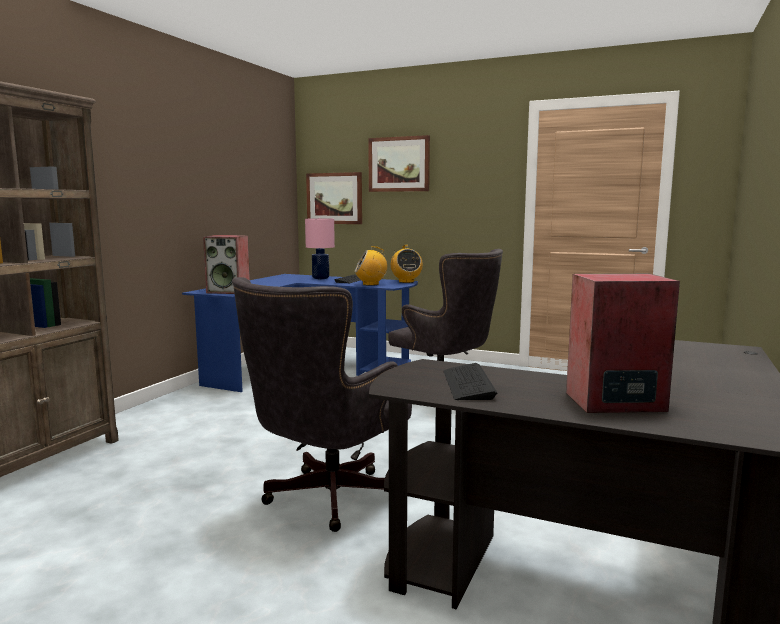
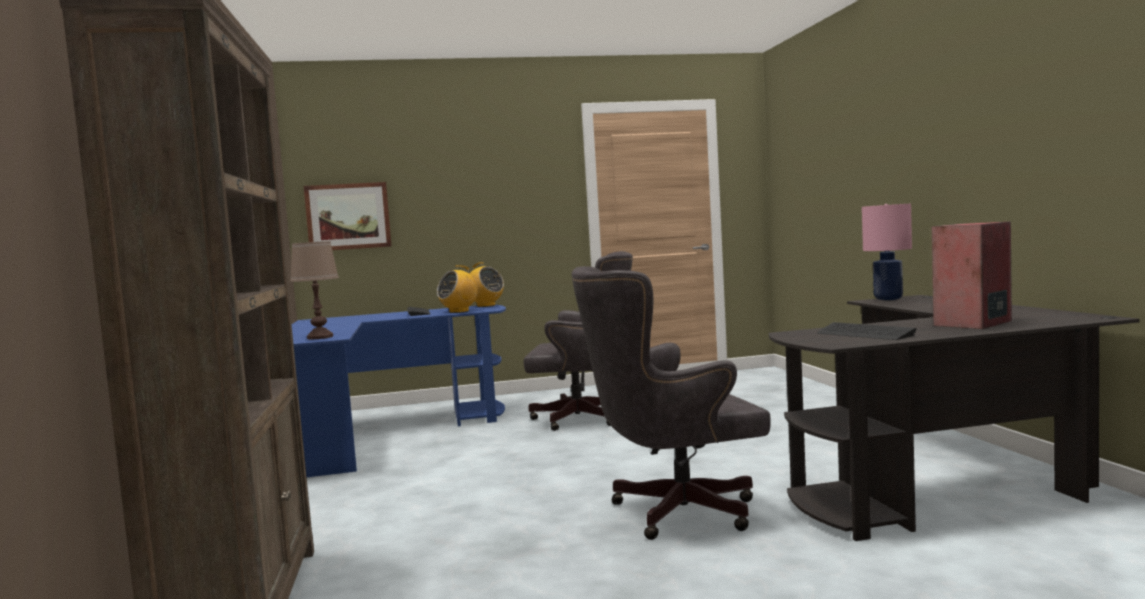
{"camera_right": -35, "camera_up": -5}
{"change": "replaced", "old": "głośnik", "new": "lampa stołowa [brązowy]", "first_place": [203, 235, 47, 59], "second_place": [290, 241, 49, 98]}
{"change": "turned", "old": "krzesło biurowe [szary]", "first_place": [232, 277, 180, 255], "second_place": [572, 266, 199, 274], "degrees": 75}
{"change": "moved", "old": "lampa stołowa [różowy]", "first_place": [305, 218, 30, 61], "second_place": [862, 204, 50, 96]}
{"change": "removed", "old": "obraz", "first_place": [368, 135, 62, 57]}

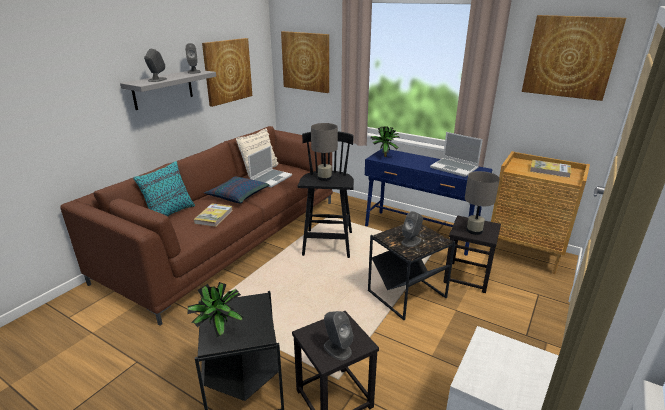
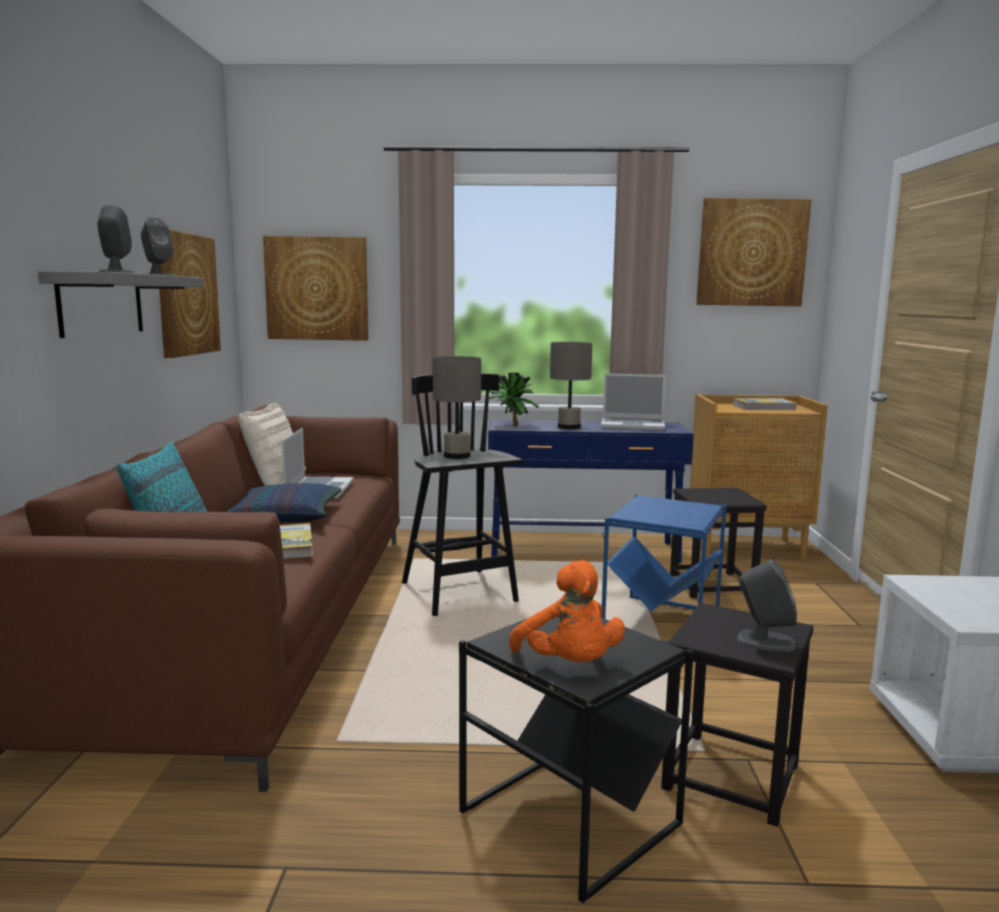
{"camera_right": -30, "camera_up": -15}
{"change": "replaced", "old": "roślina doniczkowa", "new": "pluszak [pomarańczowy]", "first_place": [187, 282, 57, 55], "second_place": [509, 560, 116, 102]}
{"change": "moved", "old": "lampa stołowa [szary]", "first_place": [465, 171, 35, 64], "second_place": [550, 342, 42, 87]}
{"change": "recoloured", "old": "stolik [czarny]", "new": "stolik [niebieski]", "first_place": [368, 224, 87, 96], "second_place": [601, 494, 126, 149]}
{"change": "removed", "old": "głośnik [szary]", "first_place": [402, 211, 21, 36]}

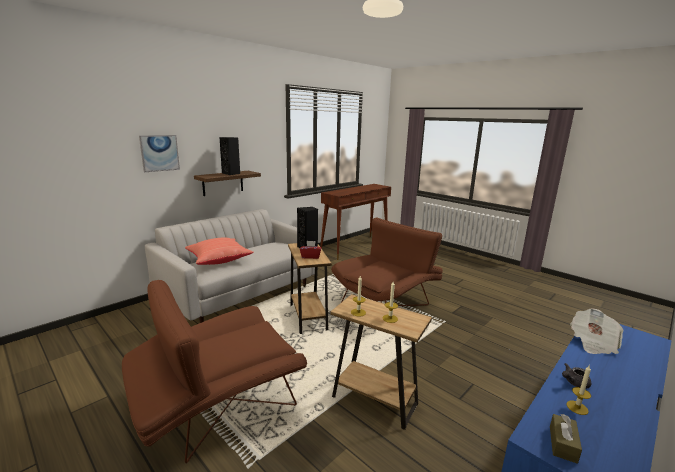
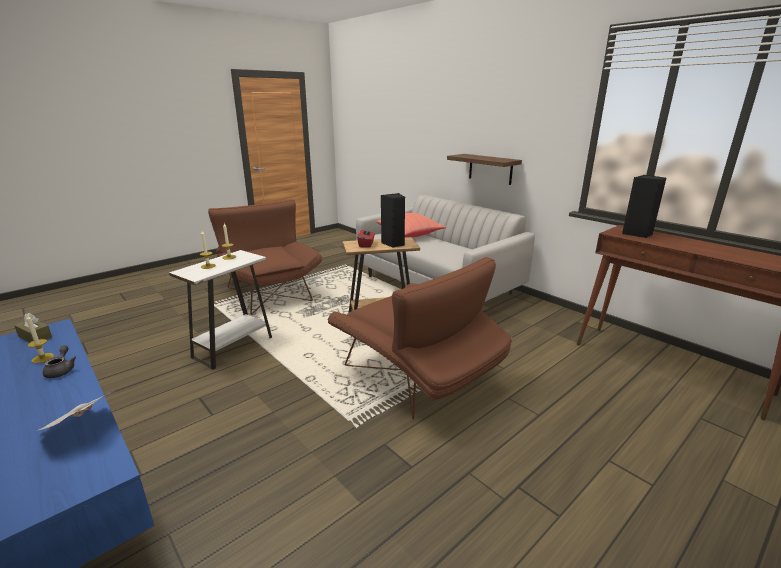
{"camera_right": 95, "camera_up": 5}
{"change": "recoloured", "old": "stolik [brązowy]", "new": "stolik [biały]", "first_place": [330, 294, 102, 136], "second_place": [169, 250, 103, 120]}
{"change": "moved", "old": "głośnik [czarny]", "first_place": [219, 137, 21, 38], "second_place": [622, 175, 44, 63]}
{"change": "removed", "old": "obraz", "first_place": [139, 135, 41, 37]}

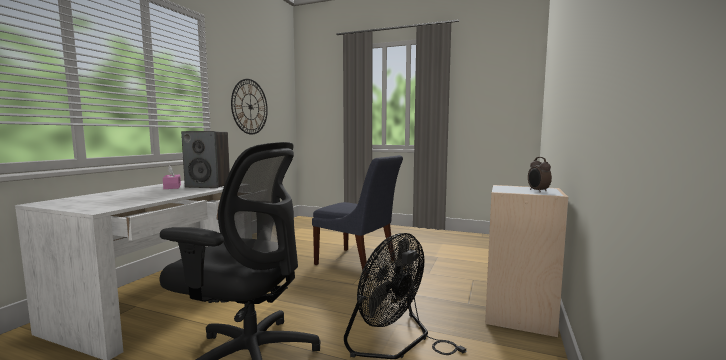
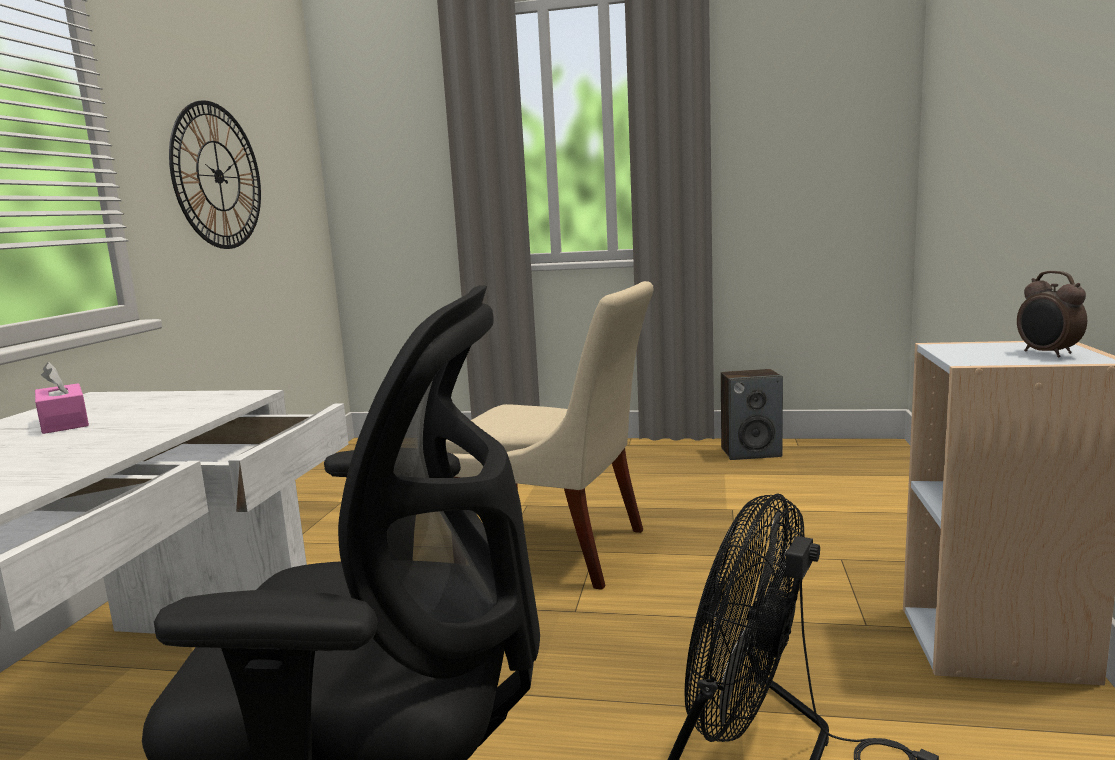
{"camera_right": -10, "camera_up": 5}
{"change": "recoloured", "old": "krzesło [niebieski]", "new": "krzesło [beżowy]", "first_place": [312, 155, 91, 123], "second_place": [446, 281, 208, 309]}
{"change": "moved", "old": "głośnik", "first_place": [181, 131, 49, 57], "second_place": [721, 369, 62, 91]}

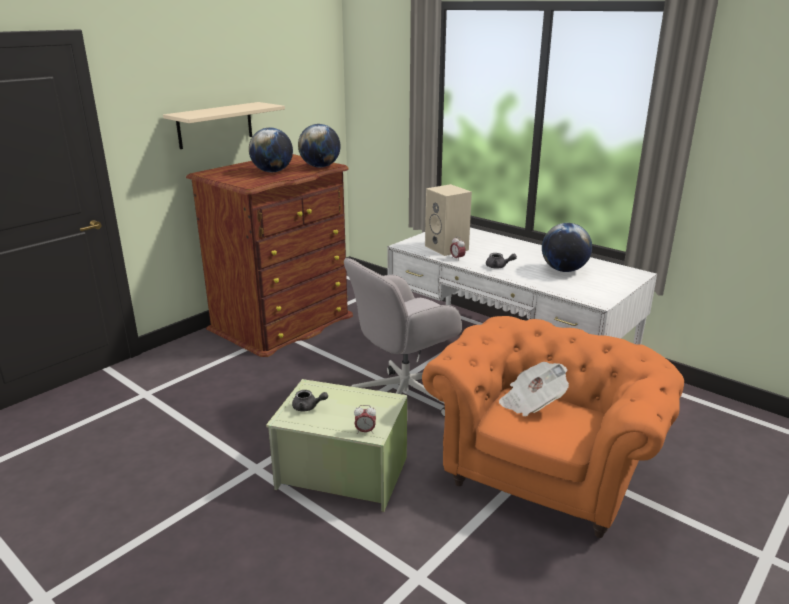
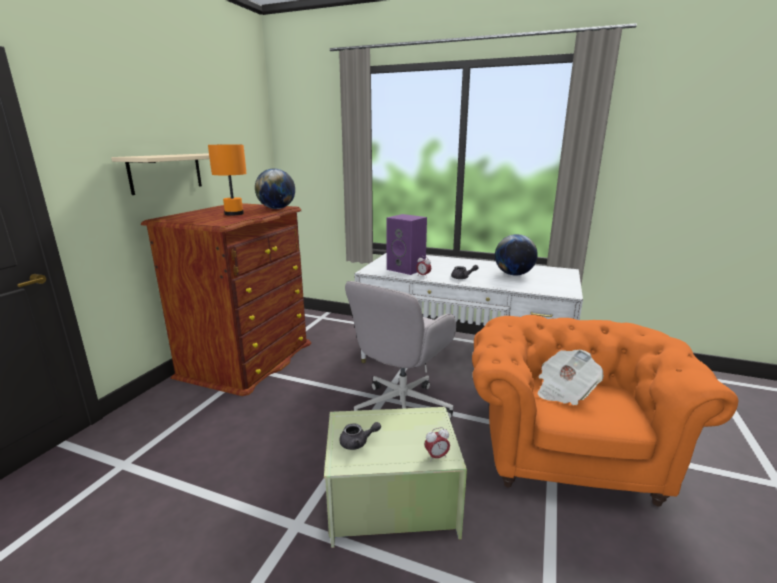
{"camera_right": -20, "camera_up": -5}
{"change": "replaced", "old": "globus", "new": "lampa stołowa [pomarańczowy]", "first_place": [249, 128, 44, 44], "second_place": [208, 145, 38, 71]}
{"change": "recoloured", "old": "głośnik [beżowy]", "new": "głośnik [fioletowy]", "first_place": [425, 184, 47, 72], "second_place": [387, 214, 40, 61]}

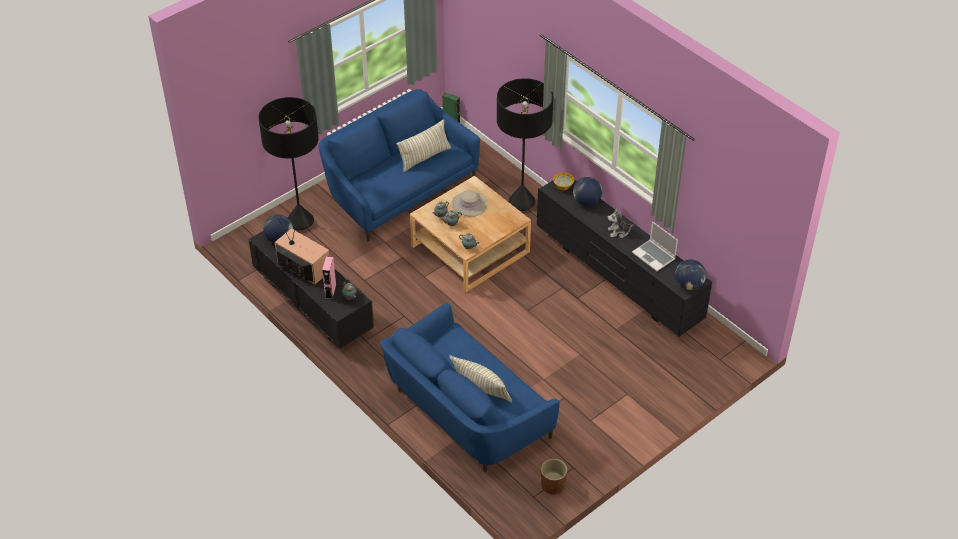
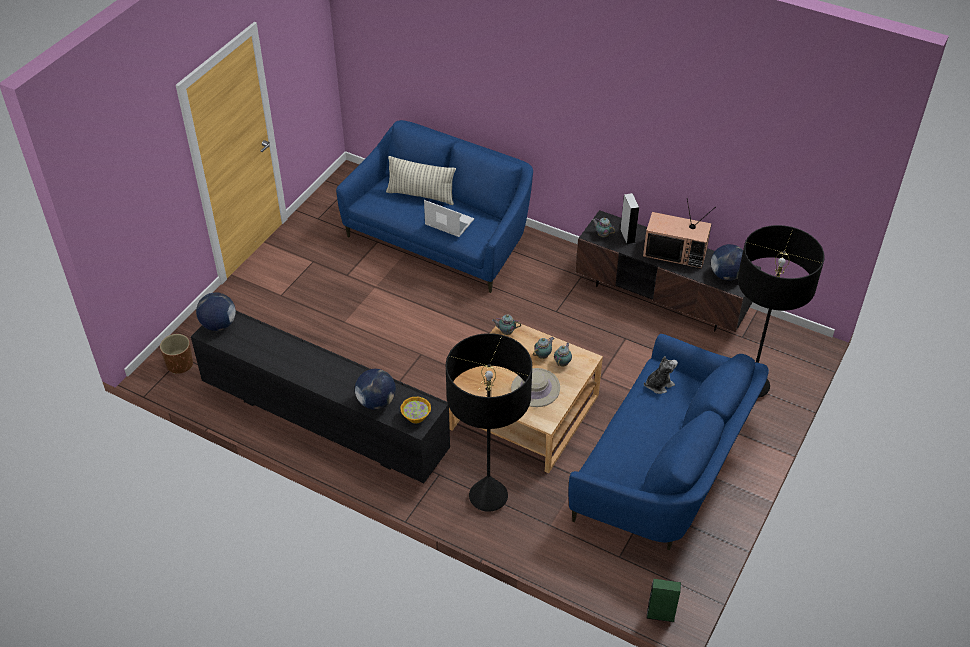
{"camera_right": 160, "camera_up": 0}
{"change": "moved", "old": "donica [brązowy]", "first_place": [541, 459, 26, 35], "second_place": [160, 334, 33, 40]}
{"change": "moved", "old": "laptop", "first_place": [632, 221, 46, 50], "second_place": [424, 200, 50, 37]}
{"change": "recoloured", "old": "głośnik [różowy]", "new": "głośnik [szary]", "first_place": [322, 256, 14, 43], "second_place": [620, 193, 19, 51]}
{"change": "moved", "old": "pluszak", "first_place": [607, 208, 28, 30], "second_place": [644, 356, 34, 38]}
{"change": "removed", "old": "poduszka", "first_place": [397, 120, 54, 52]}

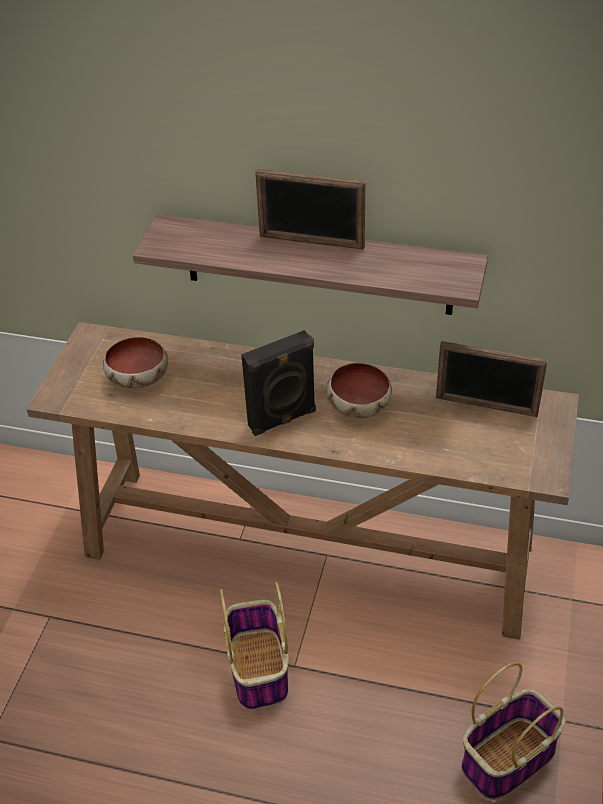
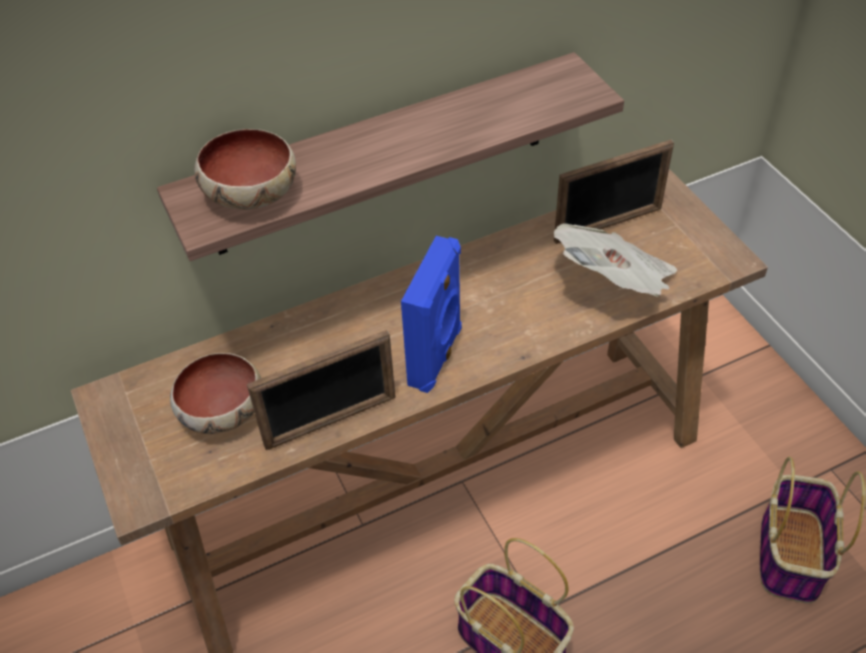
{"camera_right": -40, "camera_up": 5}
{"change": "moved", "old": "miska", "first_place": [326, 363, 66, 55], "second_place": [194, 129, 102, 81]}
{"change": "moved", "old": "ramka na zdjęcie", "first_place": [255, 169, 111, 81], "second_place": [247, 330, 149, 120]}
{"change": "recoloured", "old": "głośnik [czarny]", "new": "głośnik [niebieski]", "first_place": [241, 330, 75, 106], "second_place": [401, 236, 61, 157]}
{"change": "added", "new": "gazeta", "second_place": [553, 223, 124, 74]}

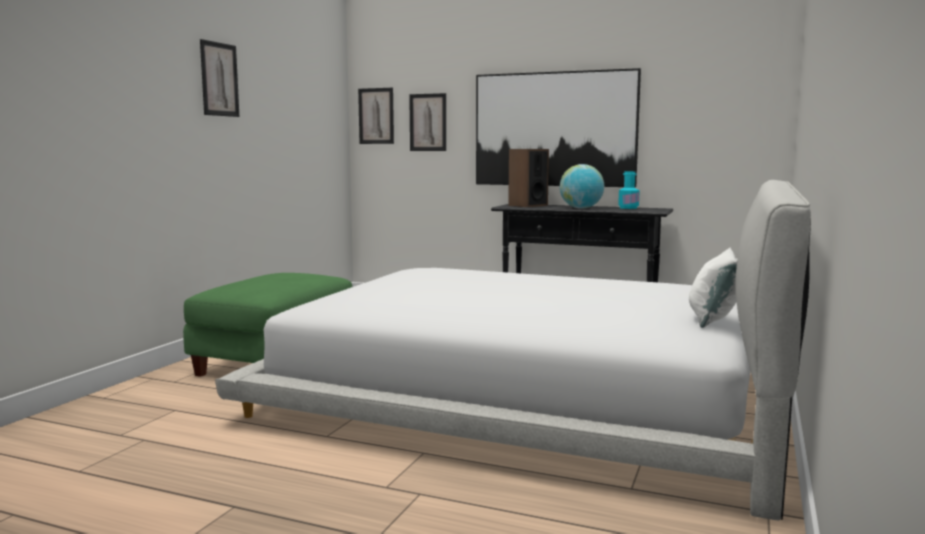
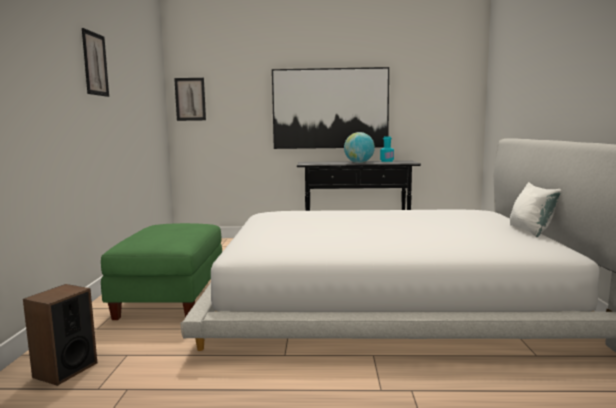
{"camera_right": -20, "camera_up": 0}
{"change": "moved", "old": "głośnik", "first_place": [508, 149, 41, 58], "second_place": [23, 284, 74, 102]}
{"change": "removed", "old": "obraz", "first_place": [409, 93, 37, 58]}

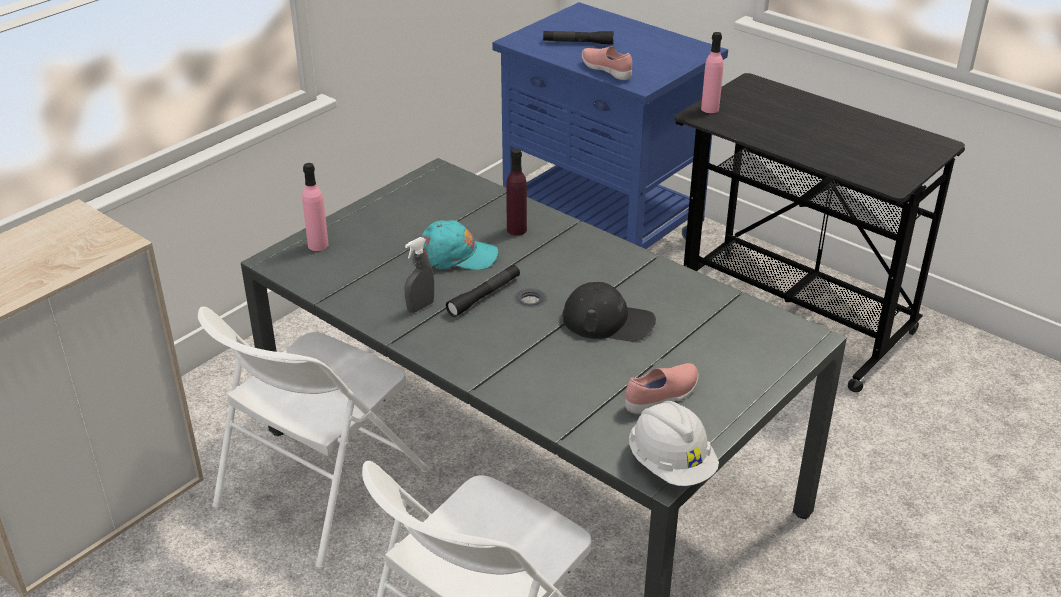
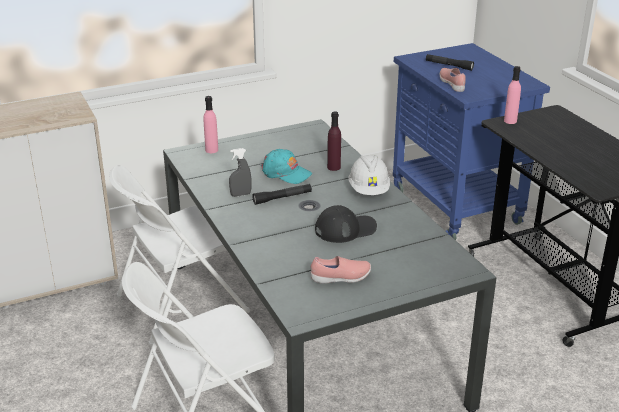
{"camera_right": 25, "camera_up": -5}
{"change": "turned", "old": "czapka z daszkiem [czarny]", "first_place": [562, 282, 94, 59], "second_place": [315, 205, 62, 38], "degrees": -60}
{"change": "moved", "old": "kask [biały]", "first_place": [629, 401, 90, 85], "second_place": [348, 155, 42, 40]}

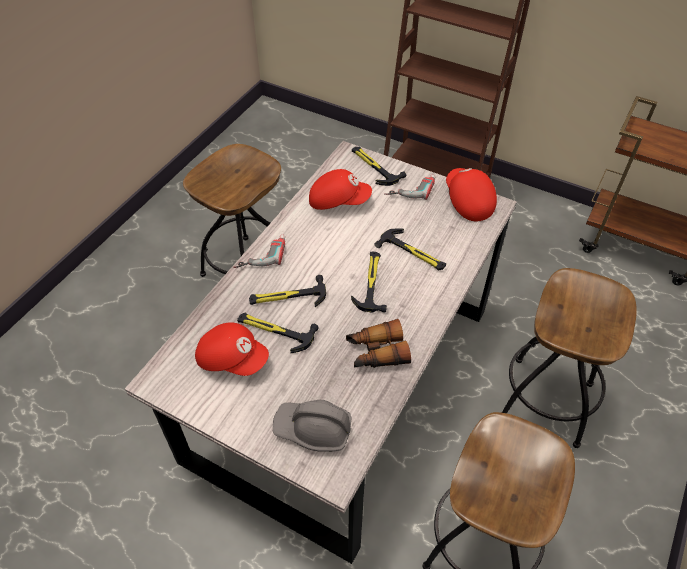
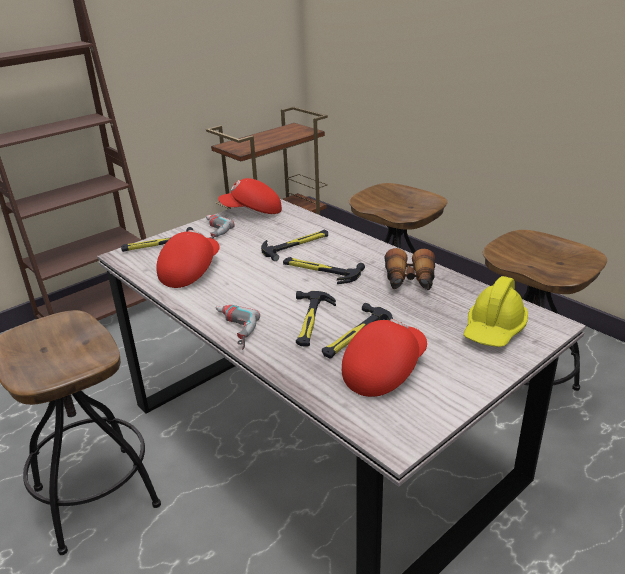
{"camera_right": -70, "camera_up": -20}
{"change": "recoloured", "old": "kask [szary]", "new": "kask [żółty]", "first_place": [273, 400, 79, 52], "second_place": [464, 276, 64, 71]}

